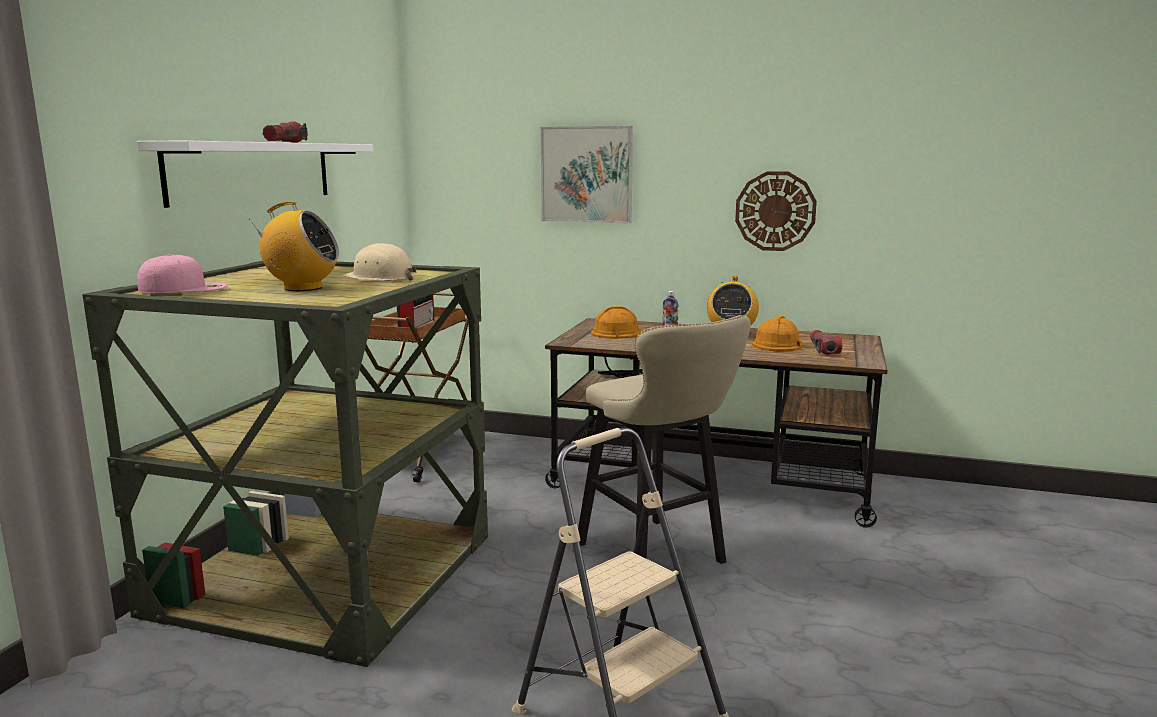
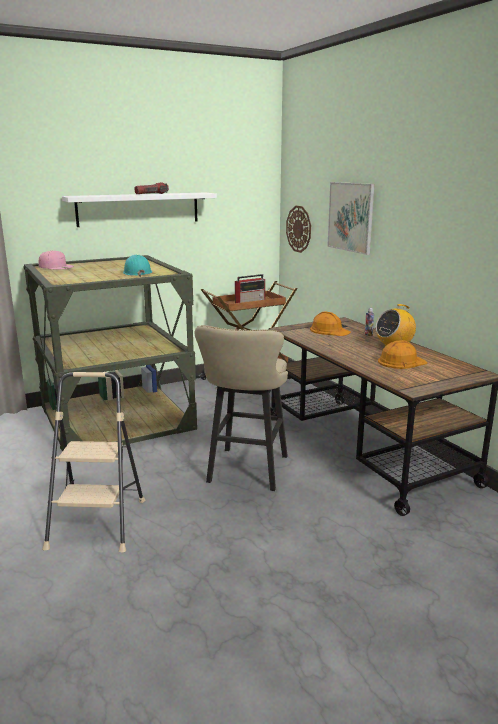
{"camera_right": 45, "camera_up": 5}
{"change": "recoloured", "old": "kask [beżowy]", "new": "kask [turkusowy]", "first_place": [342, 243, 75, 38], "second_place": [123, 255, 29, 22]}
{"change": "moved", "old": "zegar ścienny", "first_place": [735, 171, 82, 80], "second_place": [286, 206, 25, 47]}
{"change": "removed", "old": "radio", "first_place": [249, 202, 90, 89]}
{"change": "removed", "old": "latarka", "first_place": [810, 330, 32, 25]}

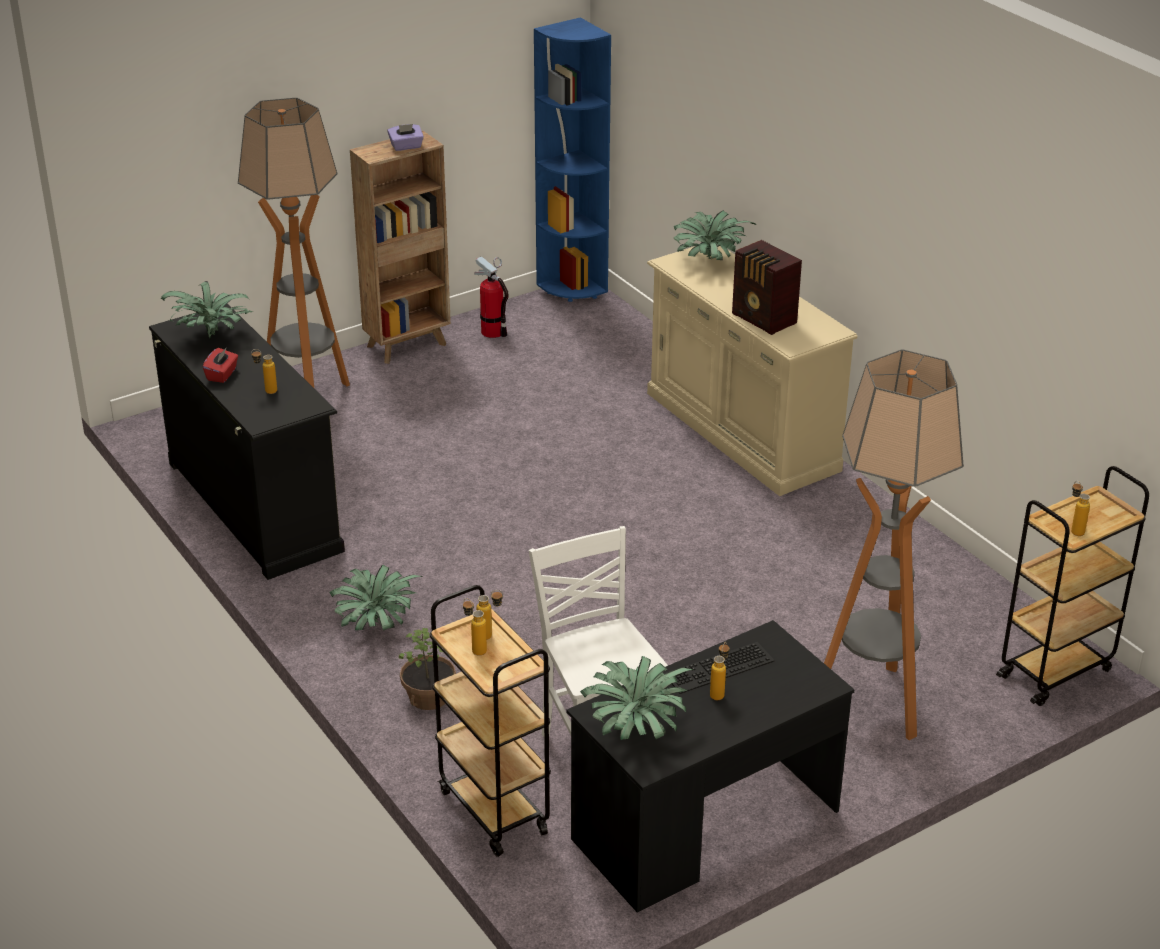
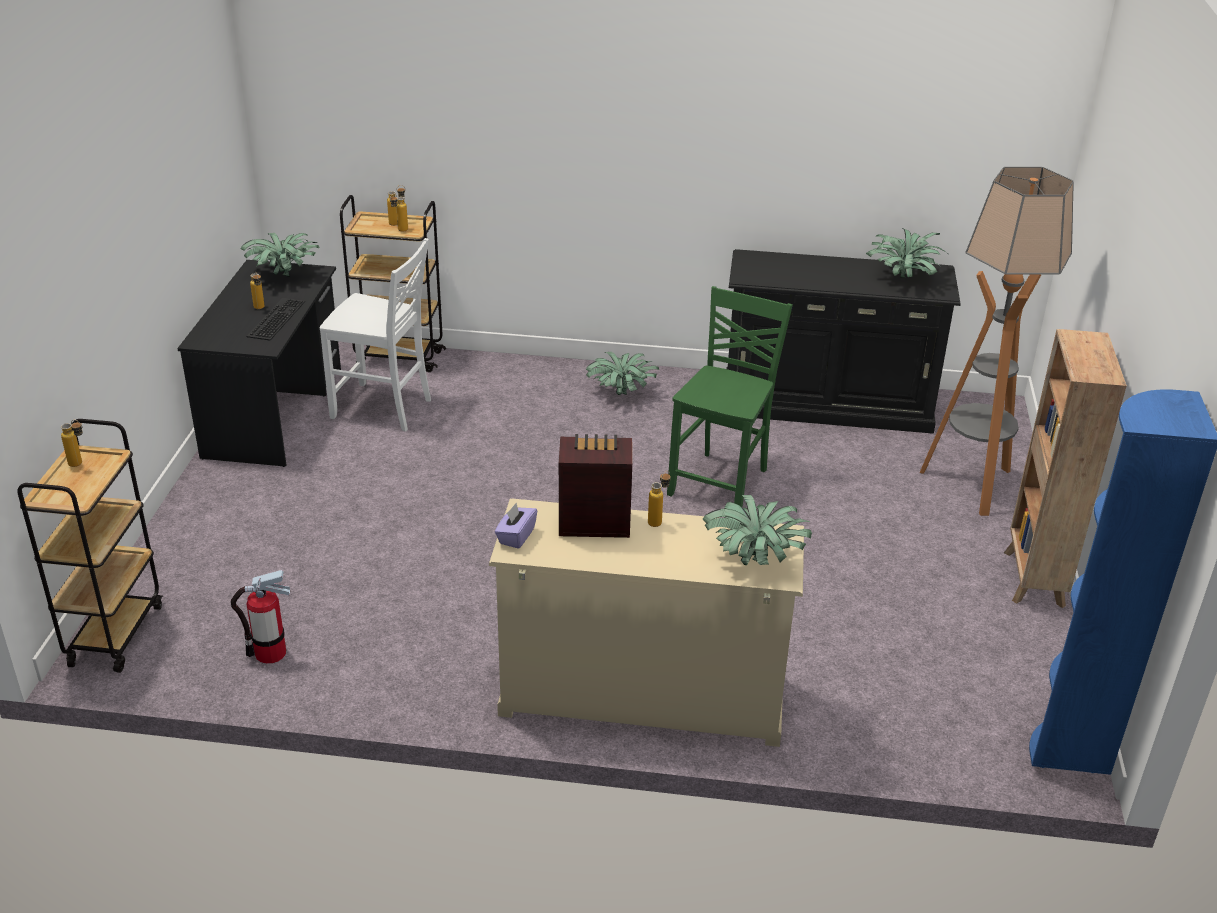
{"camera_right": 130, "camera_up": 0}
{"change": "moved", "old": "gaśnica", "first_place": [475, 256, 34, 82], "second_place": [231, 570, 59, 94]}
{"change": "moved", "old": "pudełko chusteczek [fioletowy]", "first_place": [387, 124, 37, 27], "second_place": [495, 503, 42, 46]}
{"change": "moved", "old": "butelka", "first_place": [251, 349, 26, 45], "second_place": [648, 471, 23, 56]}
{"change": "added", "new": "krzesło [zielony]", "second_place": [667, 286, 126, 221]}
{"change": "removed", "old": "pudełko chusteczek [czerwony]", "first_place": [203, 347, 35, 36]}
{"change": "removed", "old": "roślina doniczkowa", "first_place": [399, 628, 57, 82]}
{"change": "removed", "old": "lampa stojąca", "first_place": [824, 350, 140, 390]}

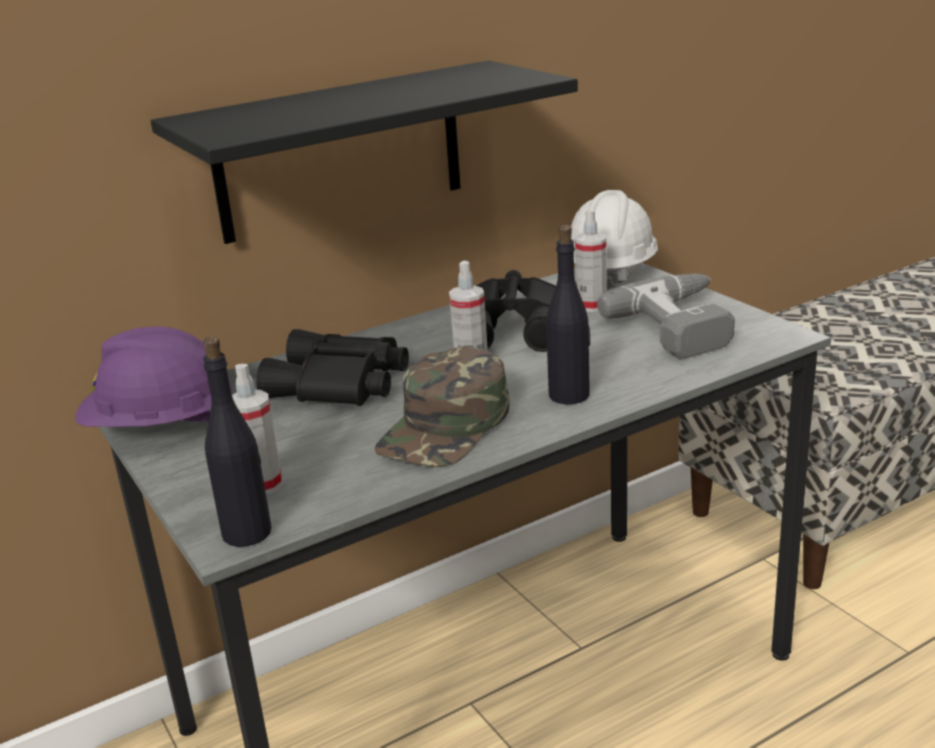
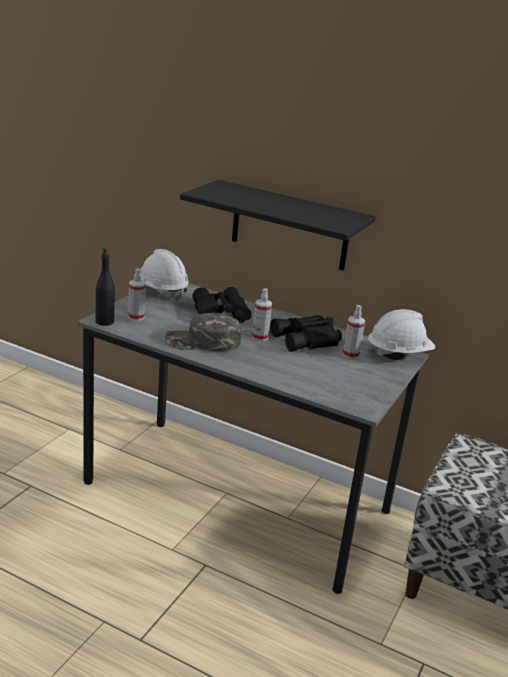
{"camera_right": 55, "camera_up": 0}
{"change": "recoloured", "old": "kask [fioletowy]", "new": "kask [biały]", "first_place": [75, 326, 157, 101], "second_place": [140, 249, 49, 52]}
{"change": "removed", "old": "butelka [czarny]", "first_place": [546, 225, 44, 179]}
{"change": "removed", "old": "wiertarka", "first_place": [597, 274, 138, 85]}

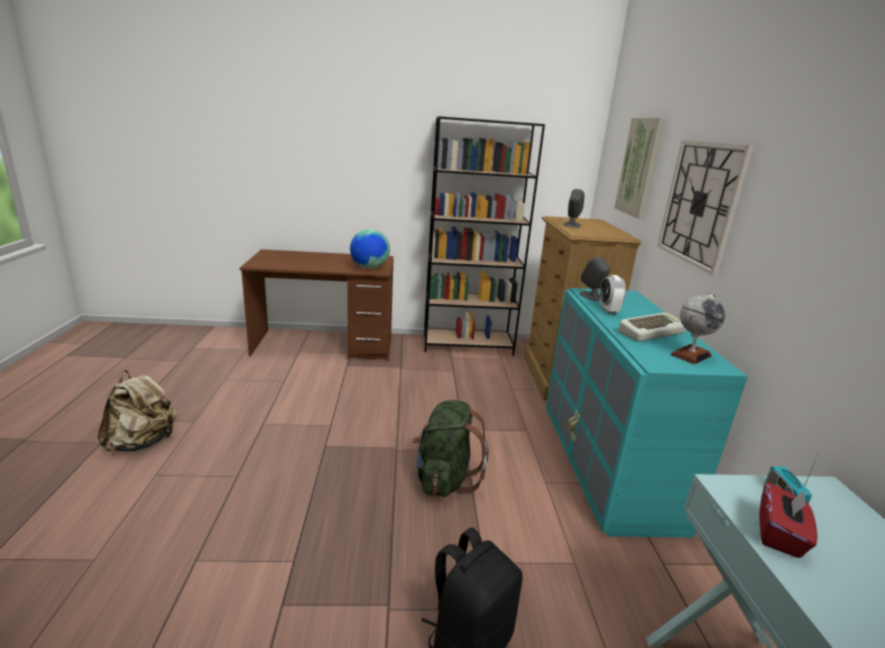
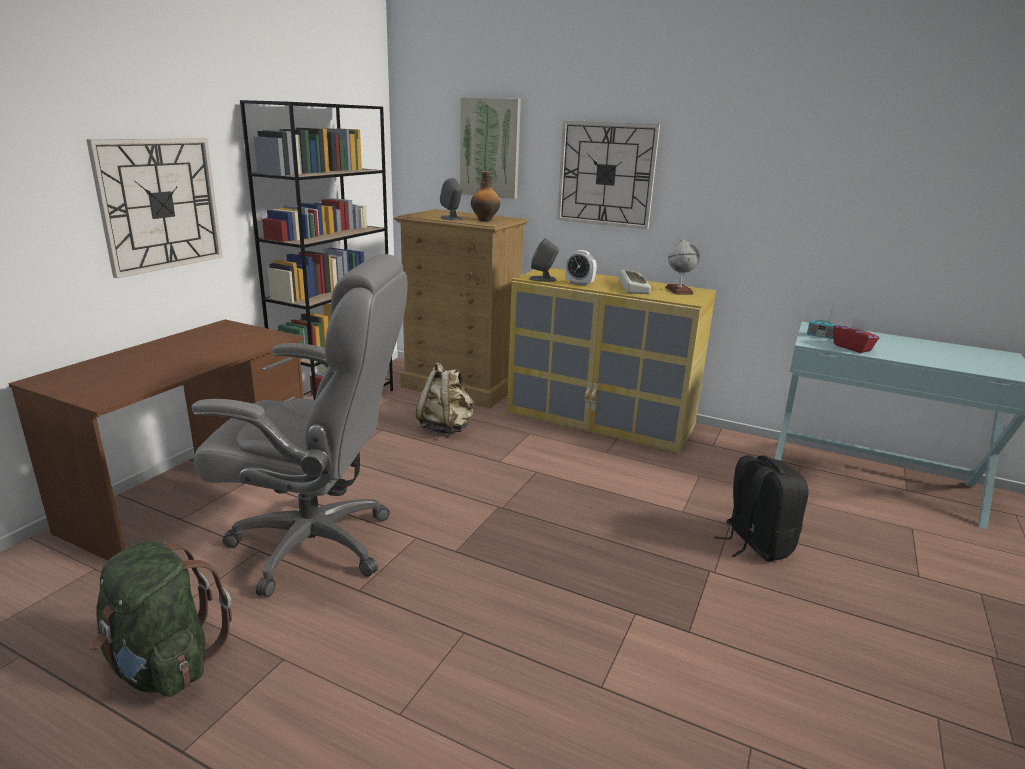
{"camera_right": -60, "camera_up": 0}
{"change": "added", "new": "zegar ścienny", "second_place": [86, 138, 137, 140]}
{"change": "moved", "old": "plecak [zielony]", "first_place": [412, 400, 77, 97], "second_place": [89, 541, 143, 156]}
{"change": "added", "new": "krzesło biurowe [szary]", "second_place": [192, 254, 215, 343]}
{"change": "moved", "old": "plecak [beżowy]", "first_place": [97, 370, 81, 82], "second_place": [416, 362, 58, 72]}
{"change": "added", "new": "butelka", "second_place": [471, 171, 29, 50]}
{"change": "recoloured", "old": "szafka [turkusowy]", "new": "szafka [żółty]", "first_place": [546, 288, 202, 249], "second_place": [507, 268, 209, 185]}
{"change": "removed", "old": "globus", "first_place": [350, 229, 40, 40]}

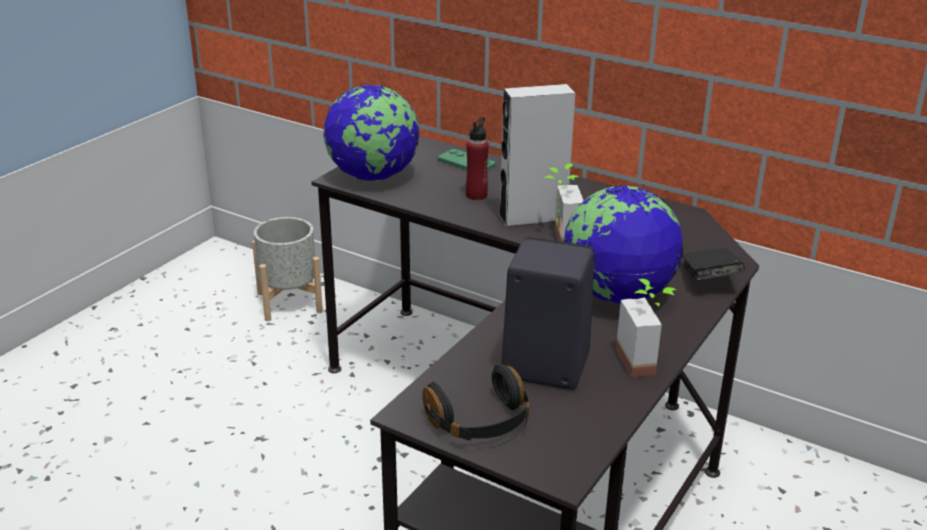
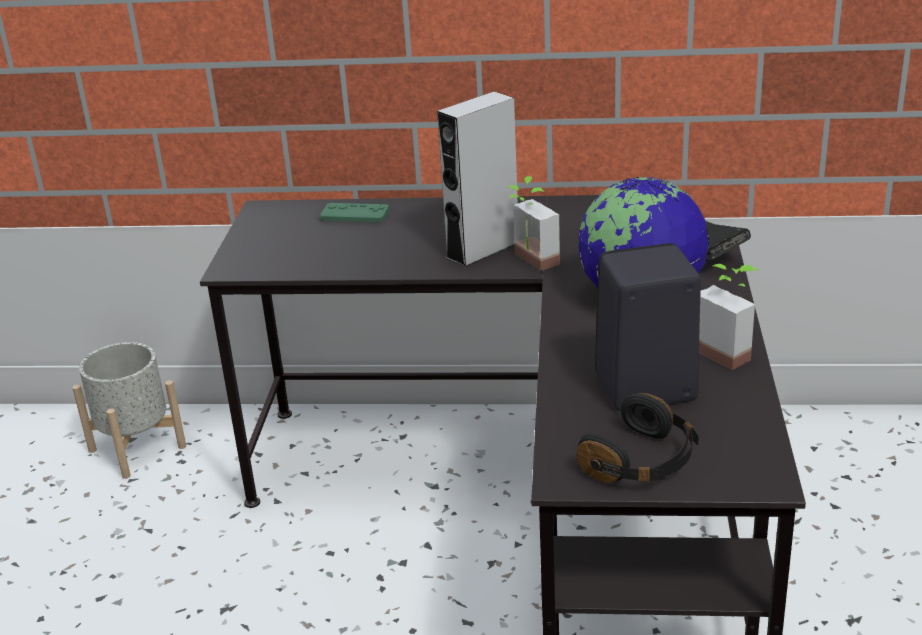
{"camera_right": -25, "camera_up": 0}
{"change": "removed", "old": "globus", "first_place": [323, 84, 97, 97]}
{"change": "removed", "old": "butelka [czerwony]", "first_place": [466, 117, 23, 83]}

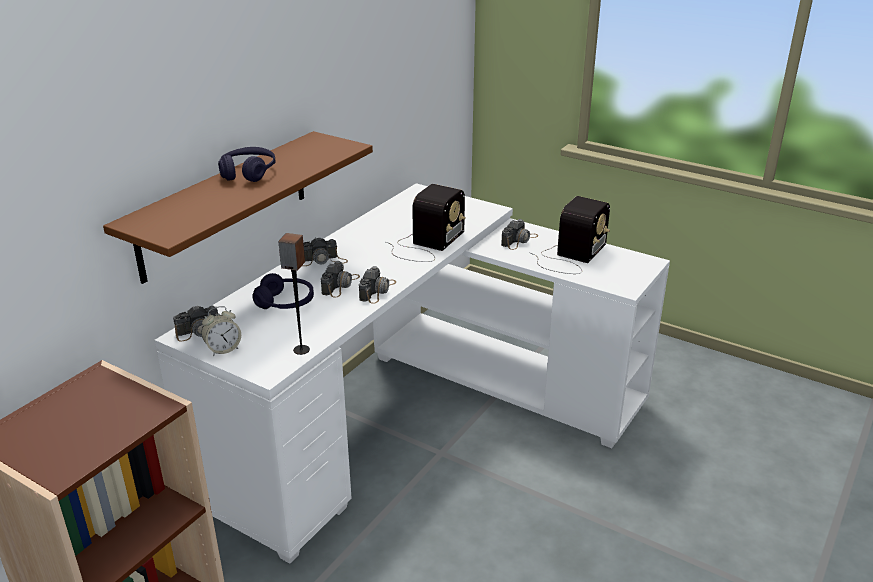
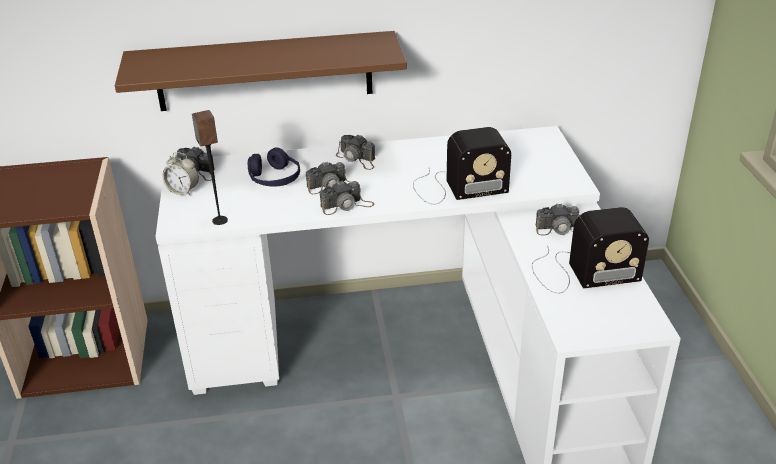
{"camera_right": 50, "camera_up": 5}
{"change": "removed", "old": "słuchawki [fioletowy]", "first_place": [218, 147, 57, 35]}

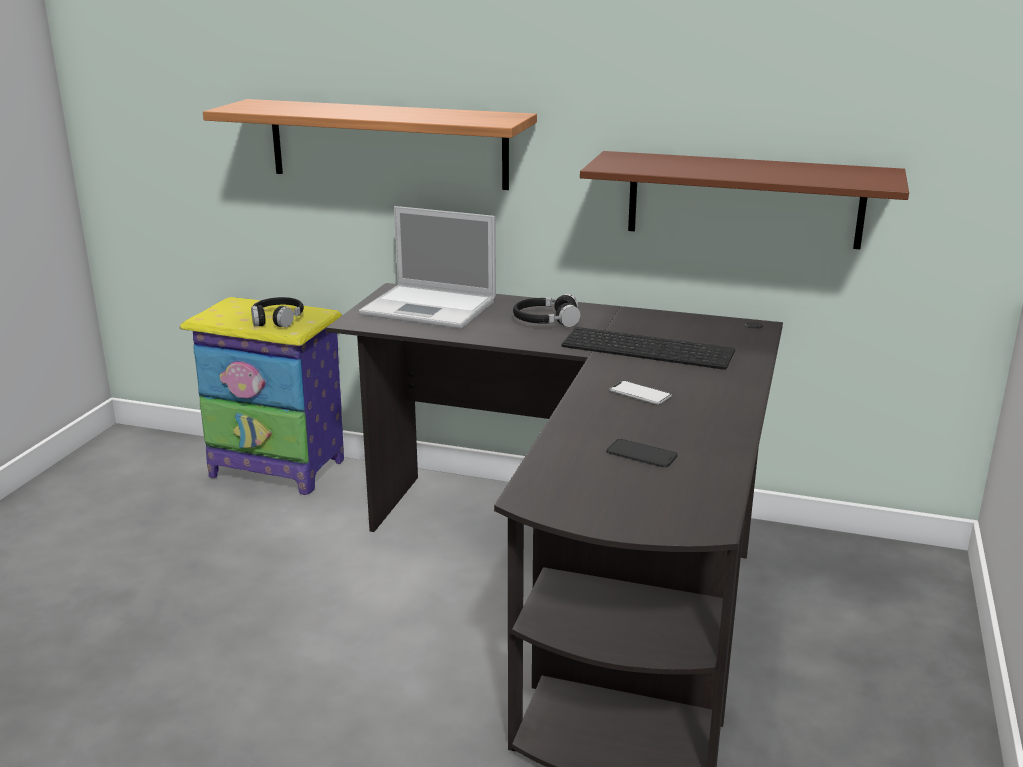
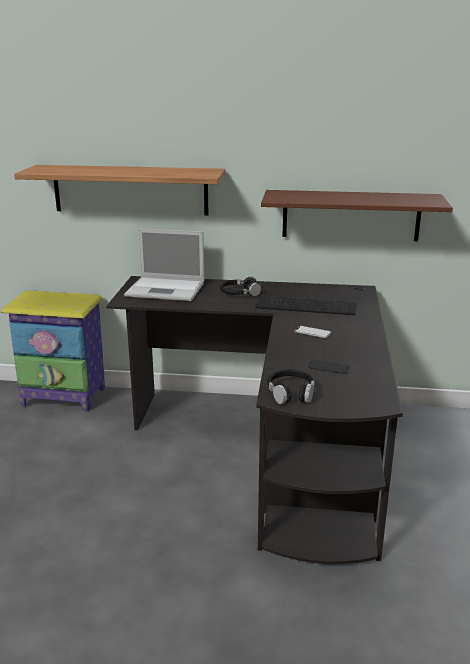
{"camera_right": -10, "camera_up": 0}
{"change": "moved", "old": "słuchawki [czarny]", "first_place": [251, 297, 53, 30], "second_place": [267, 369, 48, 35]}

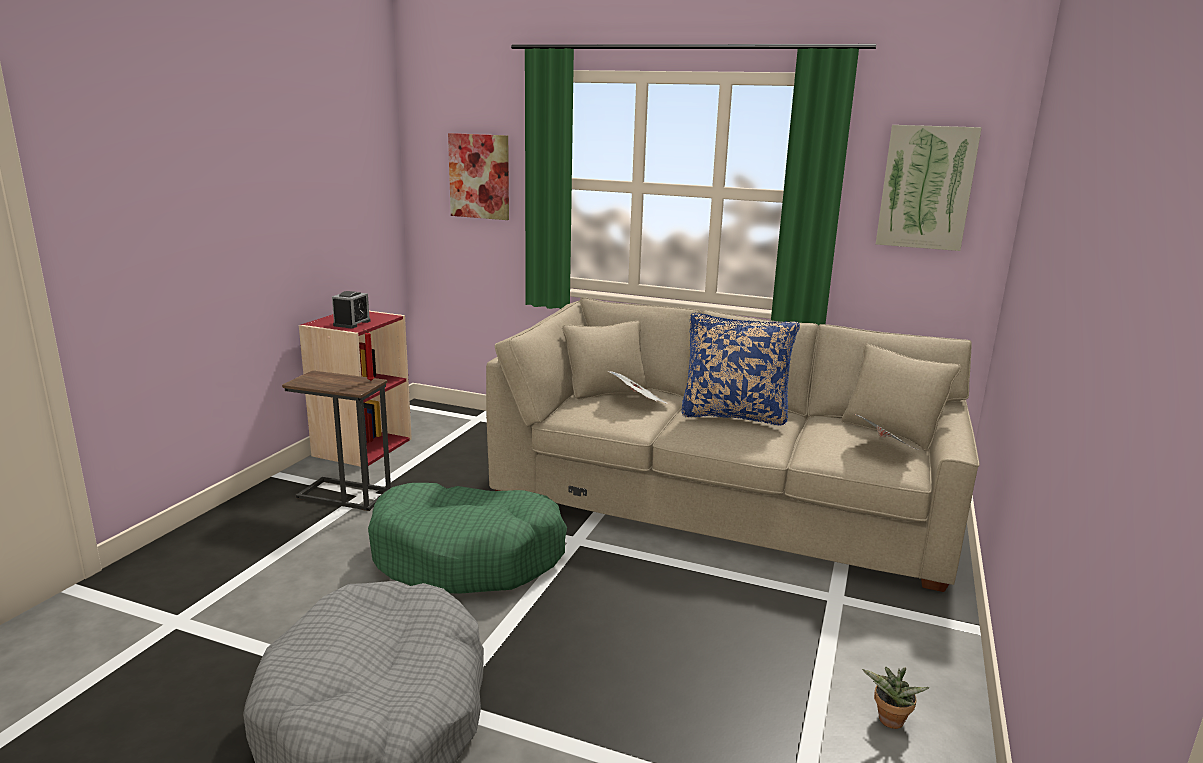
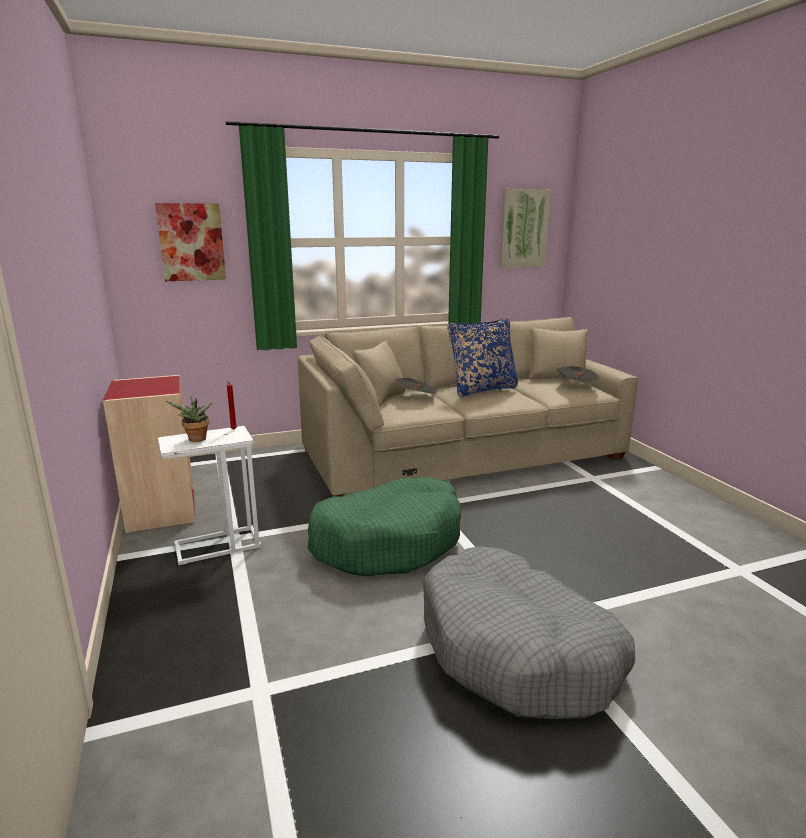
{"camera_right": -40, "camera_up": 0}
{"change": "recoloured", "old": "stolik [brązowy]", "new": "stolik [biały]", "first_place": [282, 371, 109, 140], "second_place": [158, 426, 103, 139]}
{"change": "moved", "old": "roślina doniczkowa", "first_place": [862, 667, 67, 62], "second_place": [166, 397, 47, 45]}
{"change": "removed", "old": "budzik", "first_place": [332, 291, 39, 37]}

